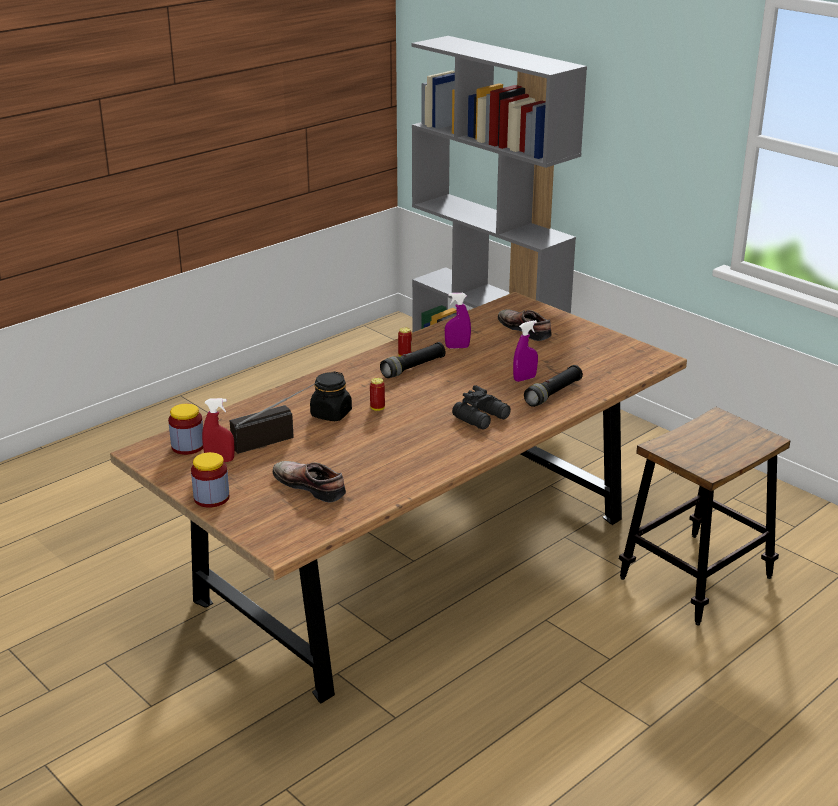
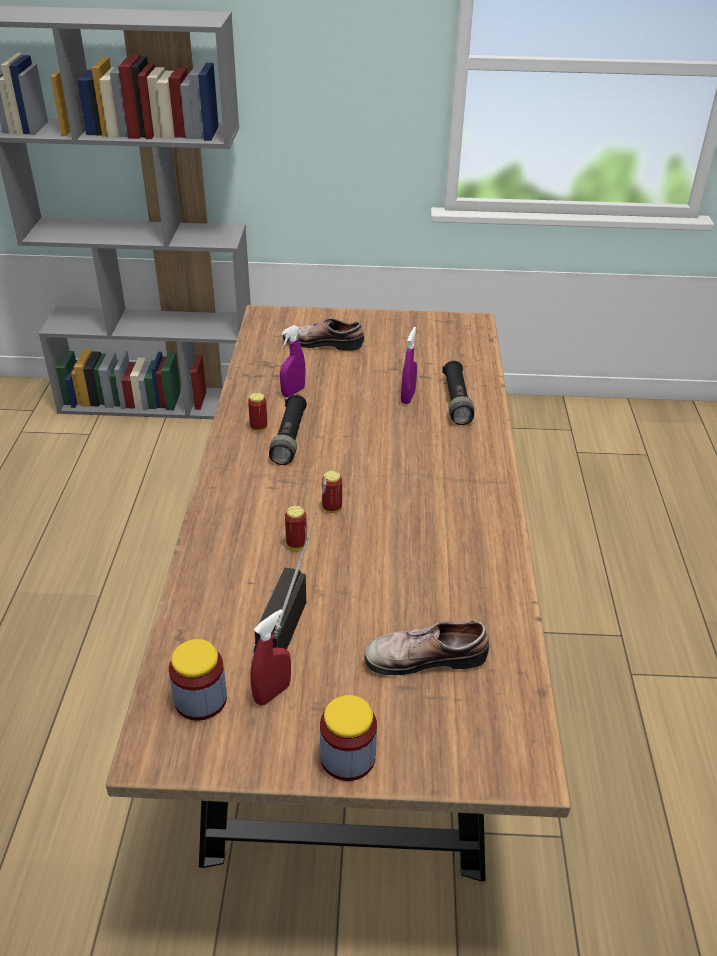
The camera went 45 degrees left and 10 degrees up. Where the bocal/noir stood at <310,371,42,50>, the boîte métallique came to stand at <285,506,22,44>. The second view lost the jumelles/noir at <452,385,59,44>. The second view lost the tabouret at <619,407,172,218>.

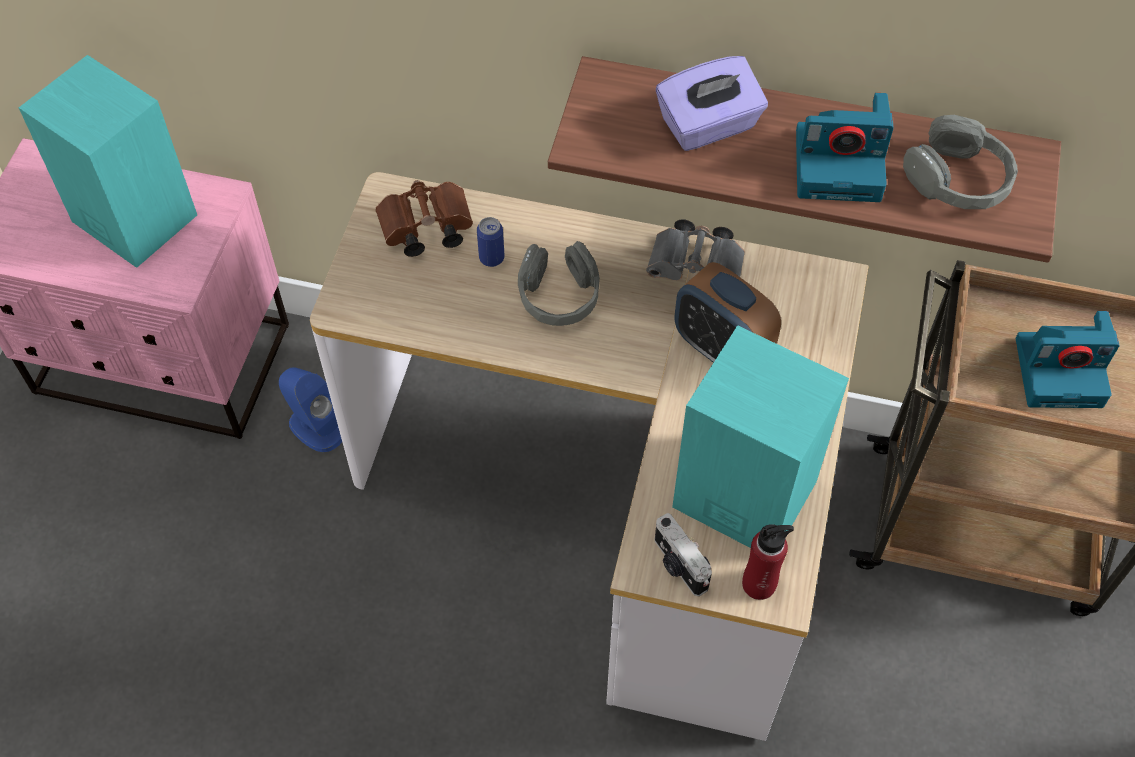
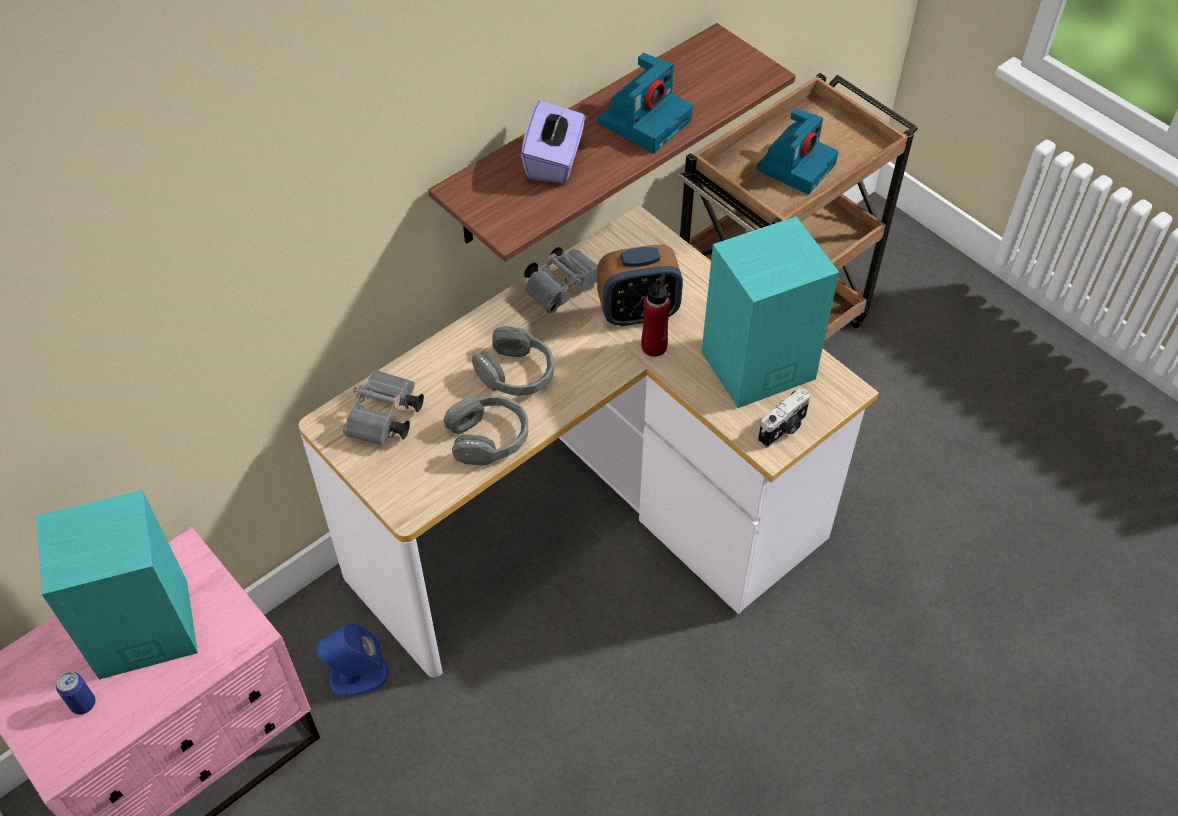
The camera went 55 degrees left and 5 degrees down. The boîte métallique ended up elsewhere, having gone from <477,217,28,50> to <56,672,39,43>. What was the jumelles/marron at <375,180,98,77> turned into the jumelles/gris at <343,370,81,76>. The casque audio/gris ended up elsewhere, having gone from <903,115,115,94> to <443,396,85,70>. The bouteille/rouge ended up elsewhere, having gone from <742,524,52,76> to <641,274,29,83>. The appareil photo at <655,513,57,83> ended up facing another way, 45 degrees counterclockwise from before.

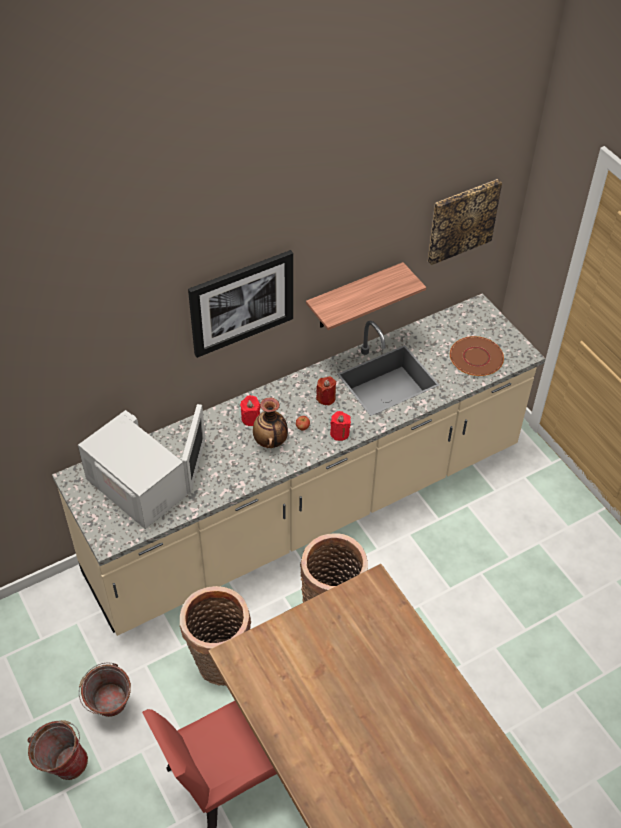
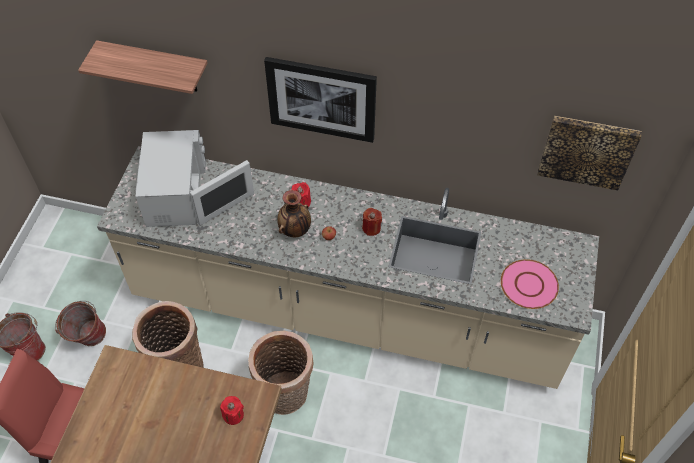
The camera went 45 degrees right and 5 degrees up. The étagère ended up elsewhere, having gone from <306,262,120,68> to <78,40,130,54>. The bougie/rouge ended up elsewhere, having gone from <330,411,21,30> to <220,396,24,29>. What was the assiette/marron at <450,336,54,40> turned into the assiette/rose at <501,259,58,50>.

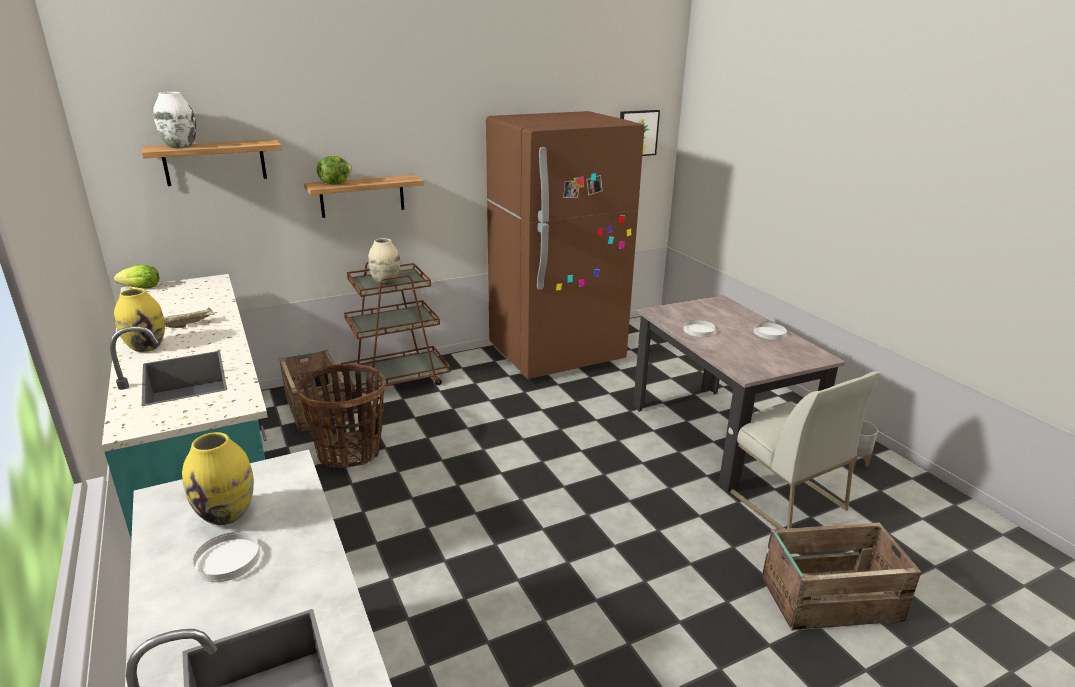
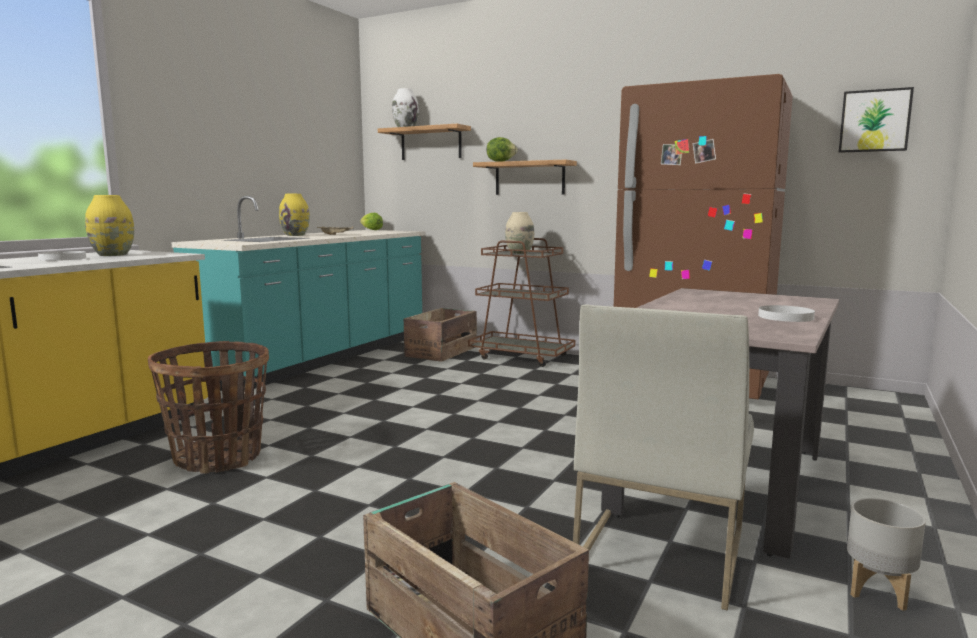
The camera went 55 degrees right and 15 degrees down. The panier ended up elsewhere, having gone from <297,364,88,104> to <148,341,121,133>. The second view lost the assiette/blanc at <684,320,32,17>.

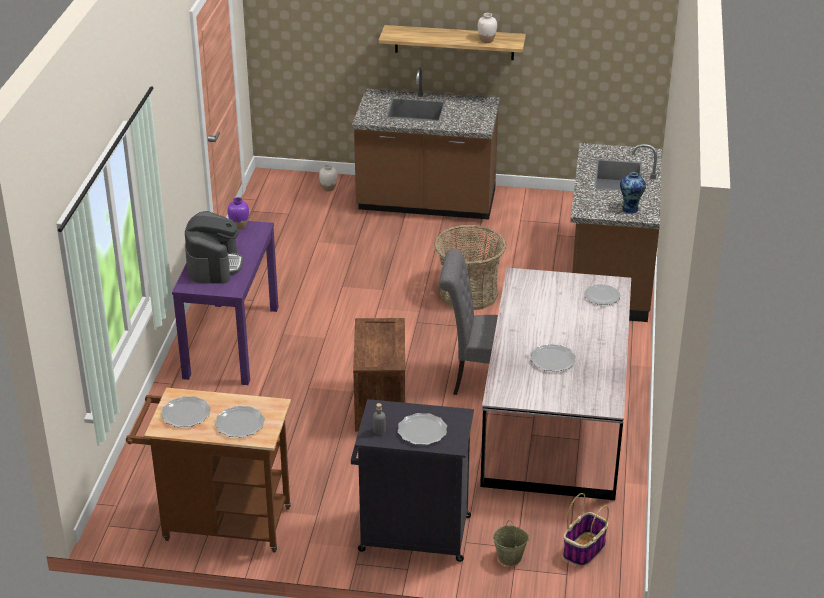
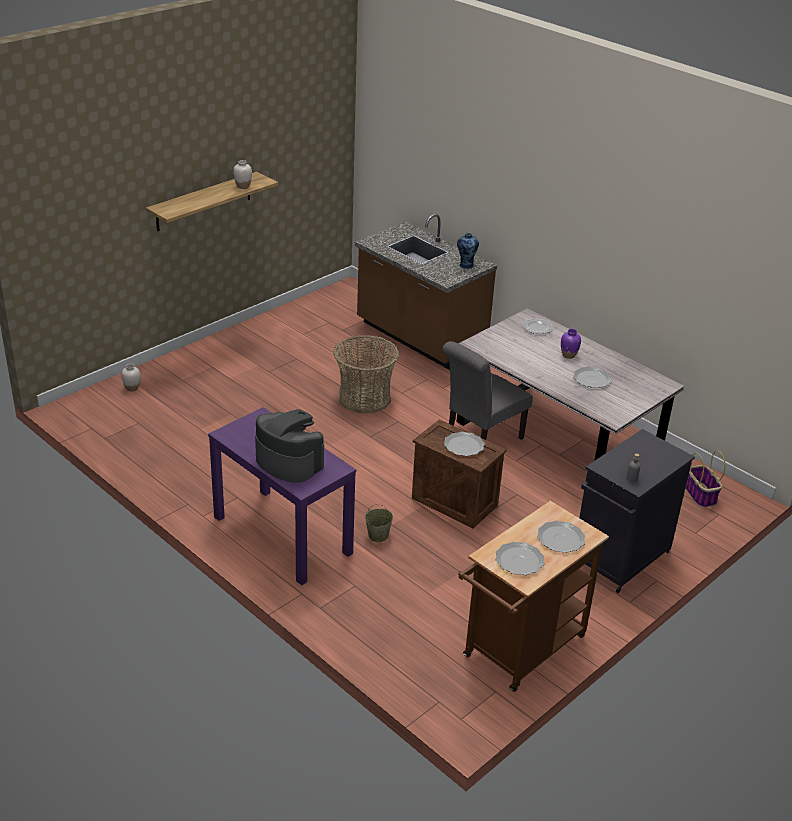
The camera went 55 degrees left and 0 degrees up. The seau/beige ended up elsewhere, having gone from <493,520,36,46> to <365,504,28,38>. The assiette ended up elsewhere, having gone from <398,413,49,32> to <444,432,41,24>. The vase/violet ended up elsewhere, having gone from <227,197,22,33> to <561,329,20,30>. The second view lost the comptoir de cuisine/marron at <352,67,148,153>.

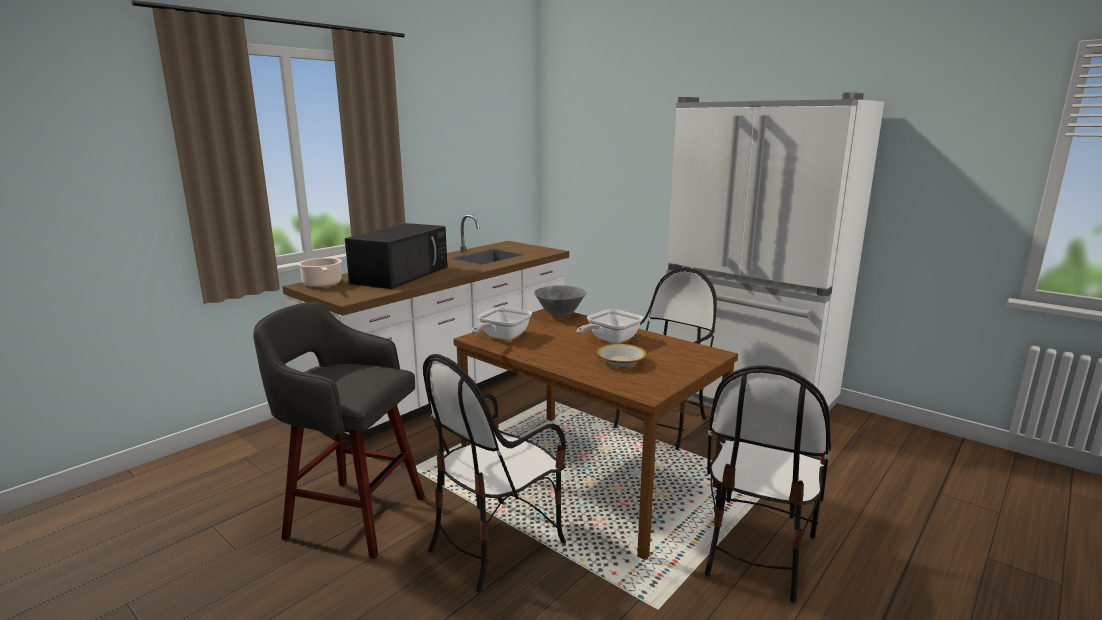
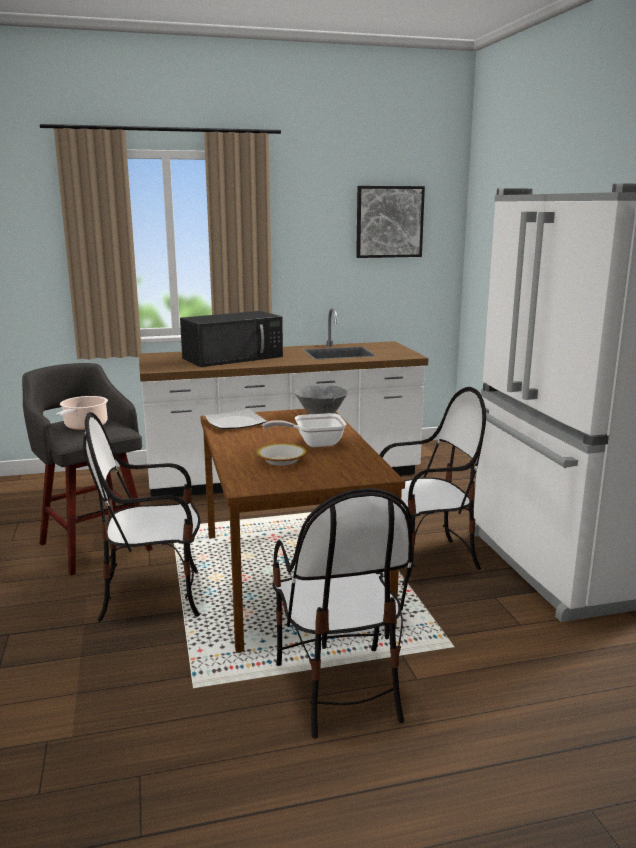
The camera went 35 degrees right and 0 degrees up. The marmite ended up elsewhere, having gone from <298,258,44,29> to <56,396,52,34>. Where the poêle stood at <472,307,60,33>, the assiette came to stand at <205,409,62,20>. The chaise at <705,365,126,238> ended up facing another way, 75 degrees counterclockwise from before. The second view gained the tableau at <356,186,69,72>.

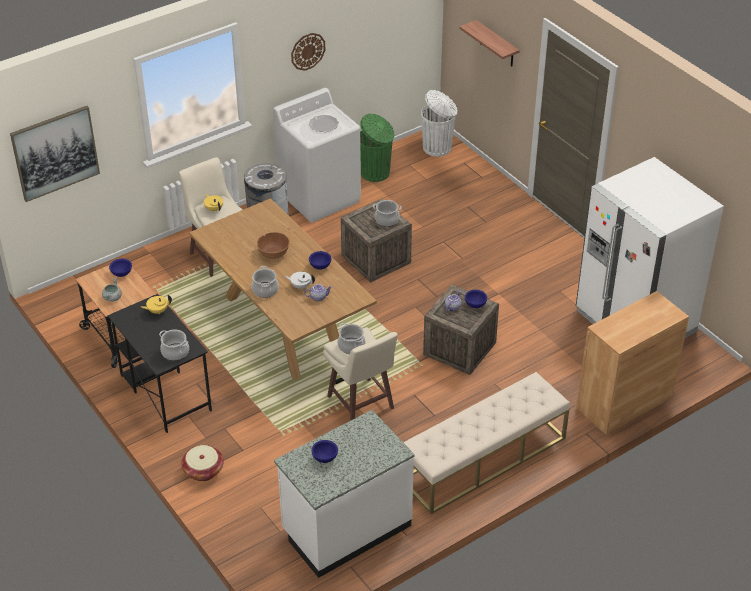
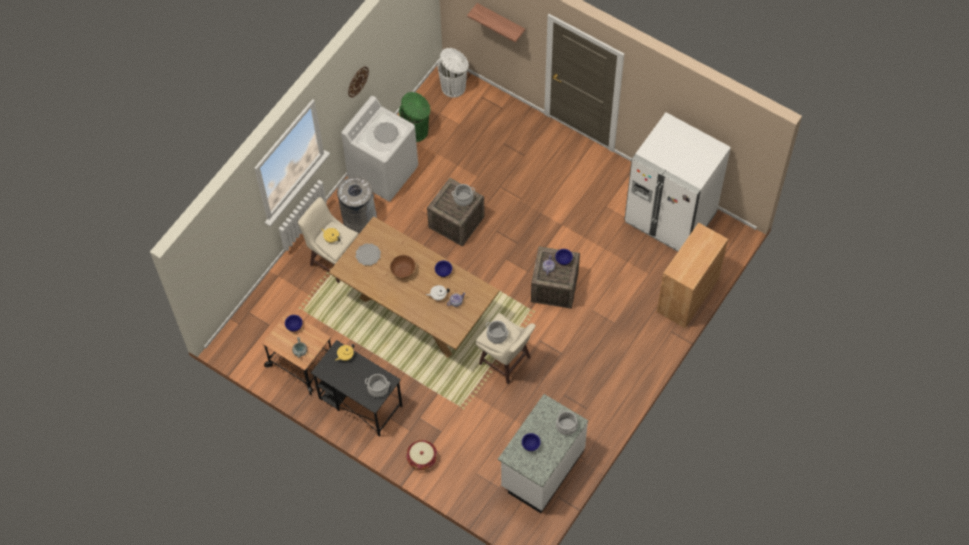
The camera went 20 degrees left and 20 degrees up. The second view gained the assiette at <356,243,25,23>. The marmite ended up elsewhere, having gone from <251,266,28,32> to <556,409,22,26>. The second view lost the tableau at <10,106,90,96>. The second view lost the banc/beige at <403,372,167,142>.

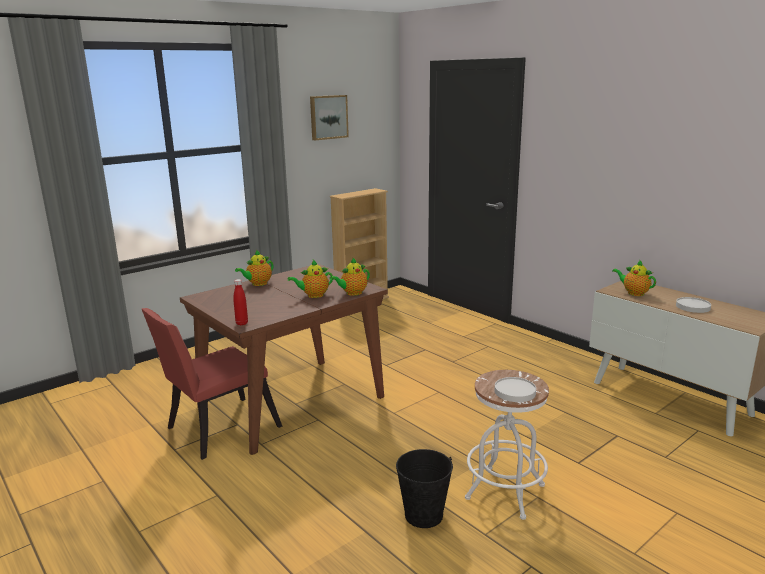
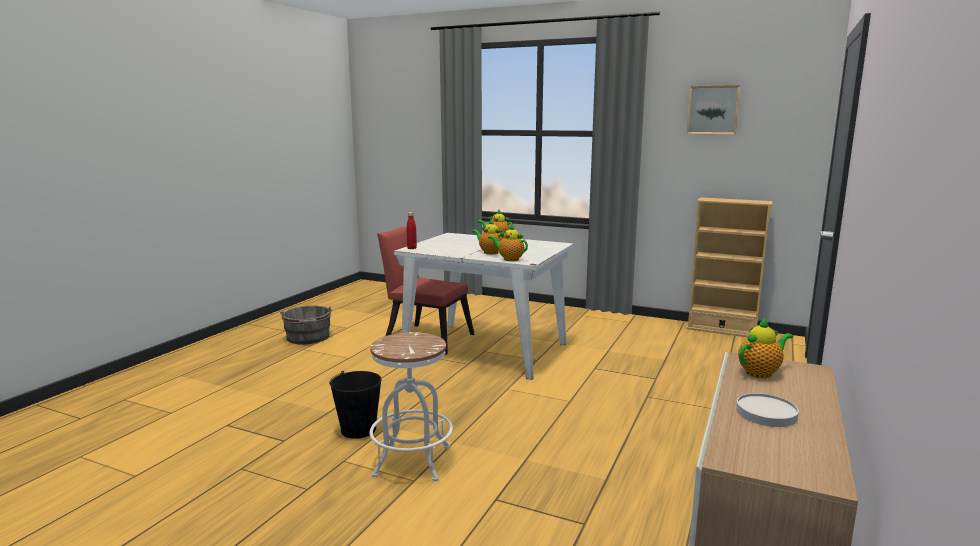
The camera went 65 degrees right and 5 degrees down. The second view gained the seau/gris at <280,306,52,38>. What was the table à manger/marron at <180,264,208,191> turned into the table à manger/blanc at <393,233,180,146>. The théière at <612,260,44,36> ended up facing another way, 45 degrees clockwise from before. The second view lost the assiette/blanc at <494,377,42,25>.

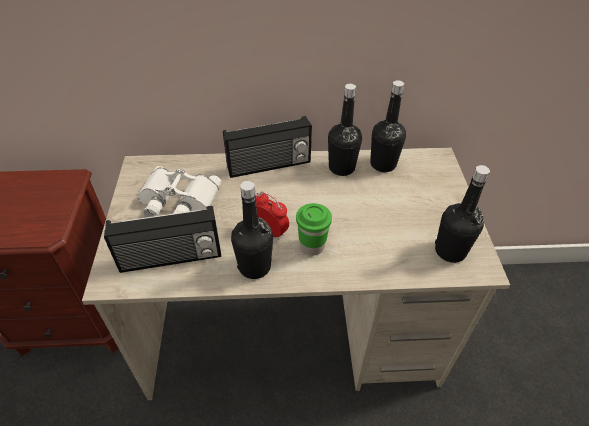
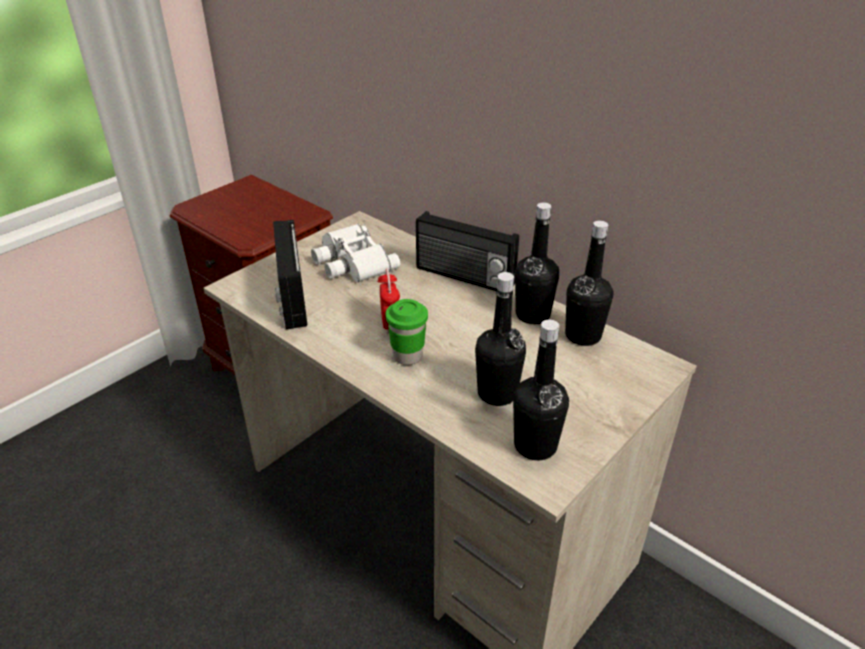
The camera went 45 degrees right and 10 degrees down. The radio at <104,206,117,67> ended up facing another way, 45 degrees clockwise from before. The bouteille/noir ended up elsewhere, having gone from <231,181,42,98> to <475,272,51,134>.

